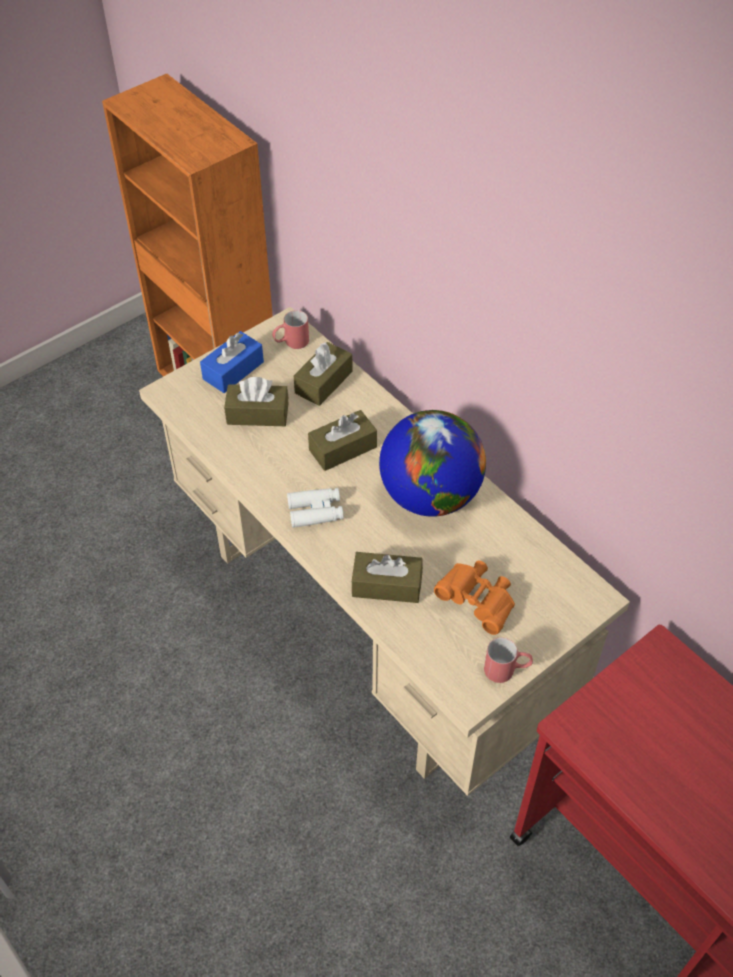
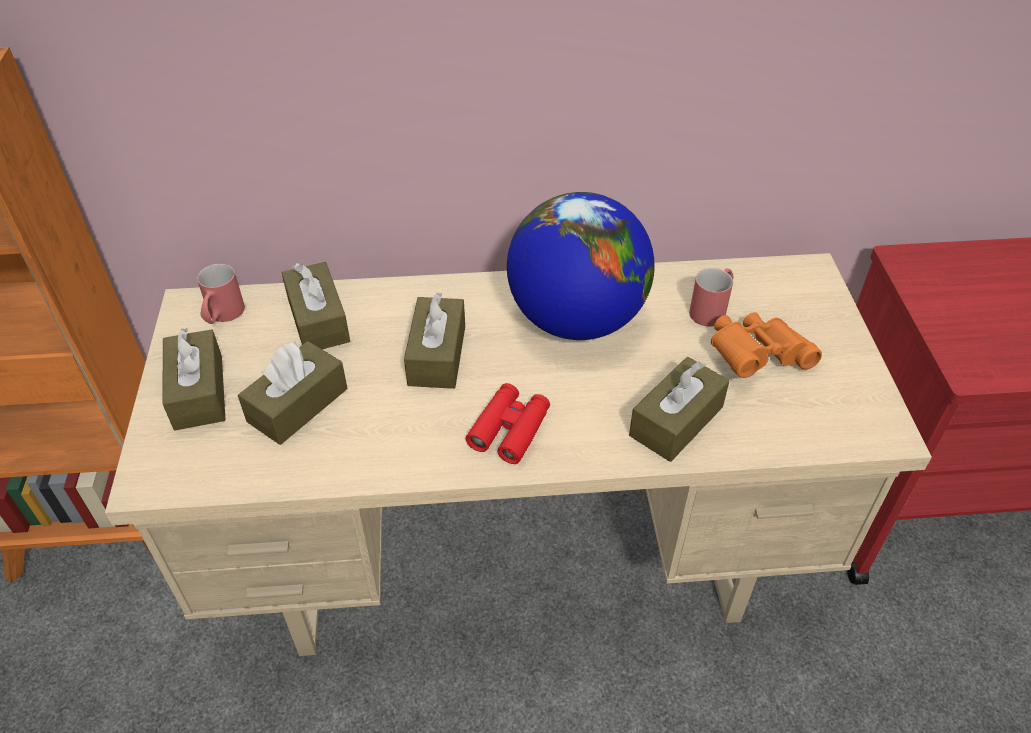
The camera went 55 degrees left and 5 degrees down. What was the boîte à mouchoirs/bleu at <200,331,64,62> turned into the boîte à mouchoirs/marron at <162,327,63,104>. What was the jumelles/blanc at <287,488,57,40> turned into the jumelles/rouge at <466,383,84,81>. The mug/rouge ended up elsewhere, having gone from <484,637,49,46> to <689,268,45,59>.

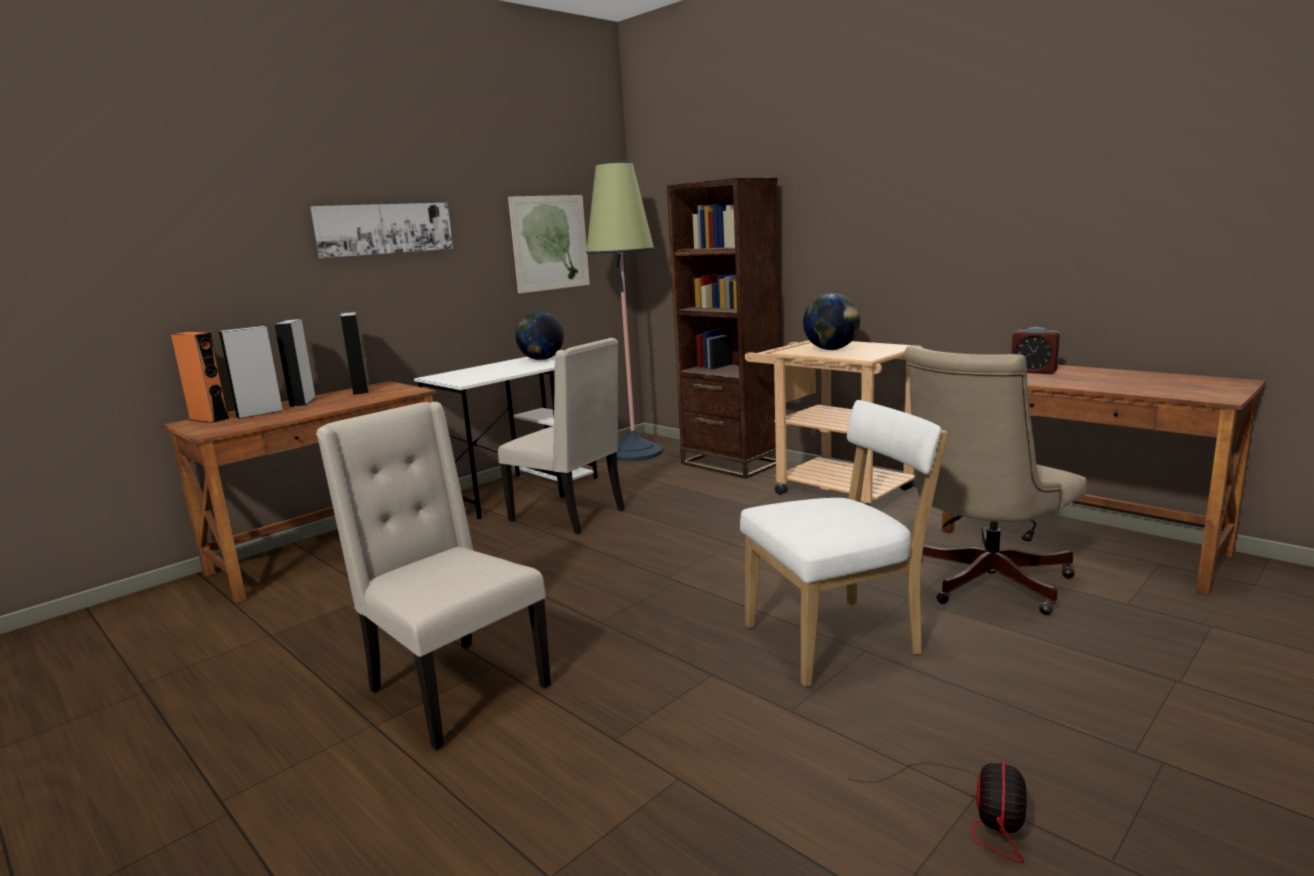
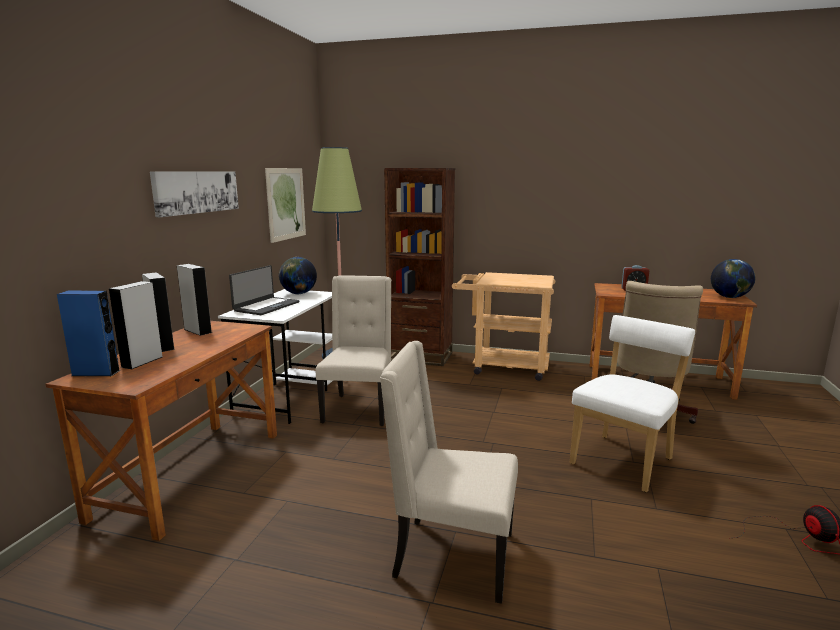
The camera went 30 degrees left and 0 degrees up. What was the enceinte/orange at <171,332,58,91> turned into the enceinte/bleu at <57,291,63,85>. The second view gained the ordinateur portable at <229,265,71,50>. The chaise/beige at <498,338,127,196> ended up facing another way, 90 degrees counterclockwise from before. The globe ended up elsewhere, having gone from <803,293,57,57> to <711,259,45,39>.

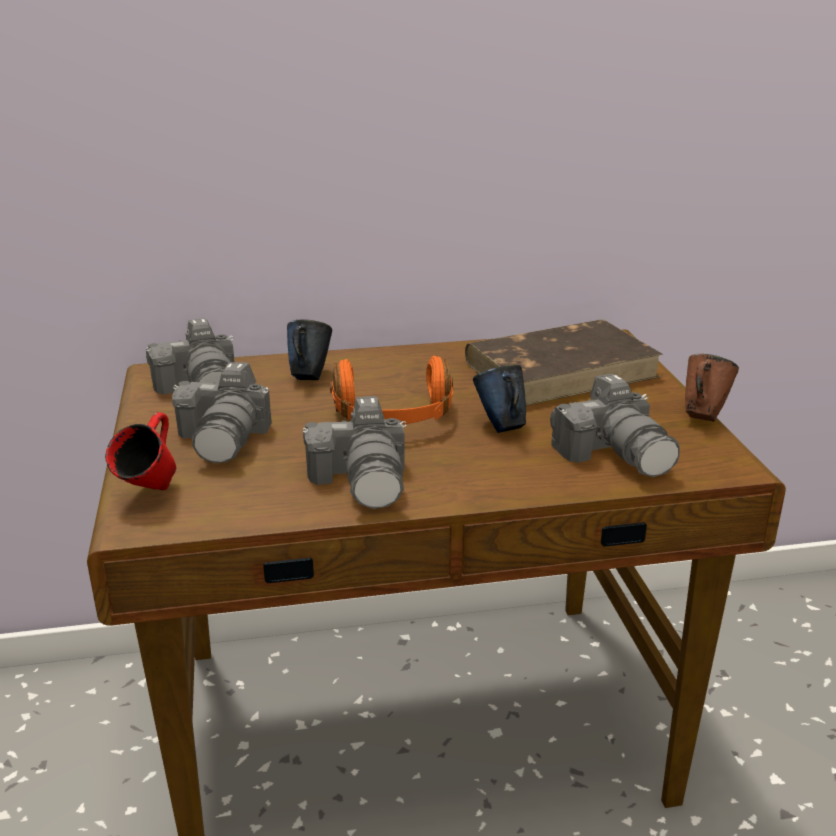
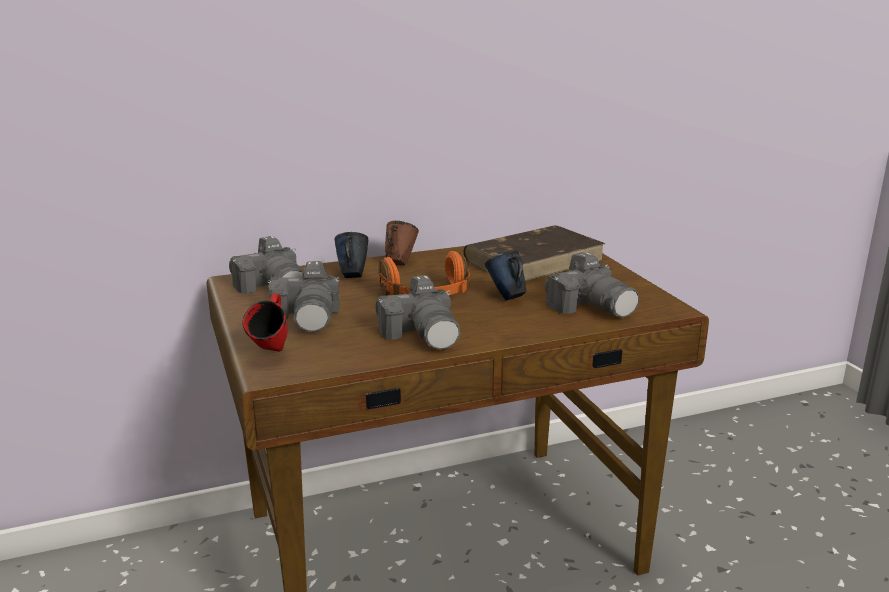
The camera went 10 degrees left and 5 degrees down. The mug/marron ended up elsewhere, having gone from <685,354,54,68> to <385,221,34,44>.

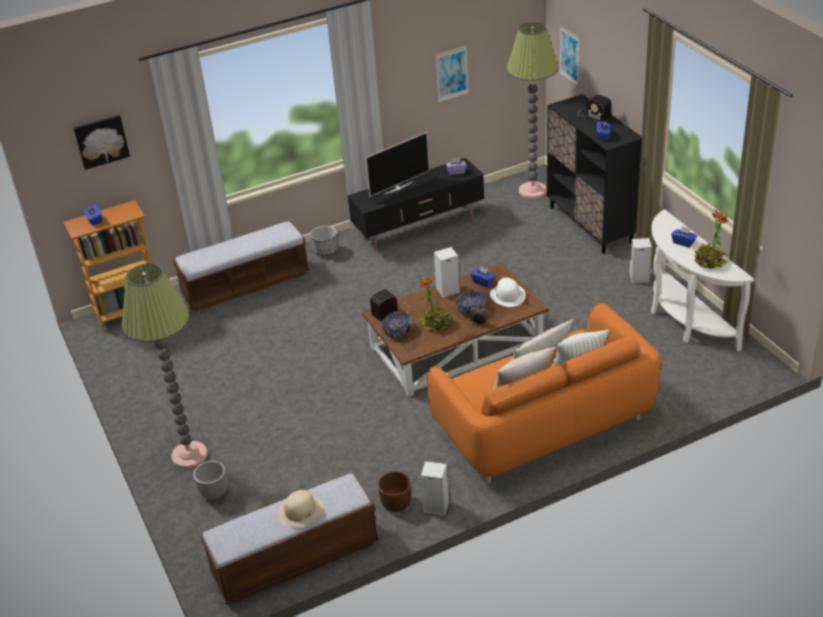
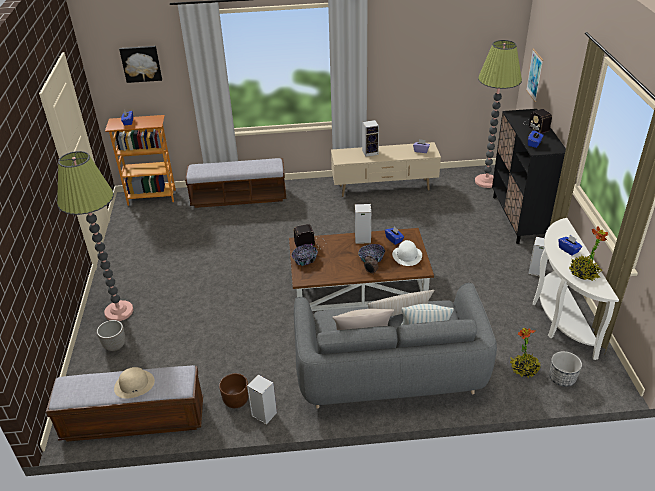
The camera went 20 degrees right and 0 degrees up. What was the canapé/orange at <427,303,234,180> turned into the canapé/gris at <294,283,203,126>. What was the meuble télé/noir at <348,158,136,93> turned into the meuble télé/beige at <331,142,110,55>. Where the téléviseur stood at <365,132,65,65>, the enceinte came to stand at <362,120,17,37>. The plante en pot ended up elsewhere, having gone from <418,276,33,55> to <510,328,31,50>. The cache-pot ended up elsewhere, having gone from <310,226,27,30> to <549,351,33,36>. The second view lost the tableau at <436,46,33,56>.

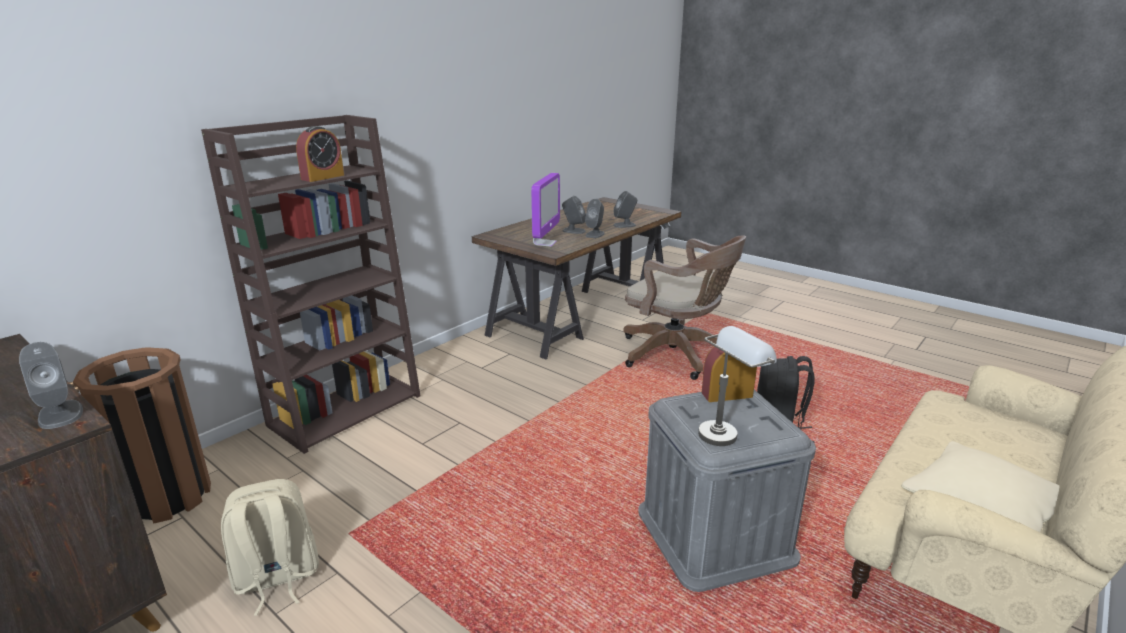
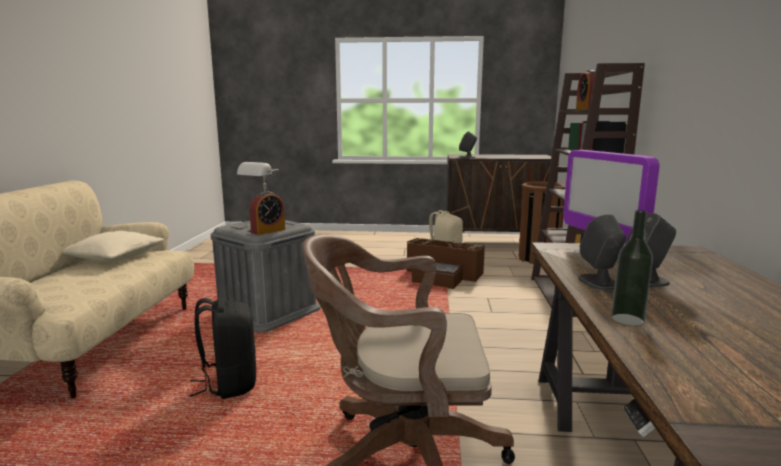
The camera went 145 degrees right and 10 degrees down. The second view gained the boîte de rangement/marron at <407,238,78,51>. Where the enceinte/gris stood at <613,191,24,37>, the bouteille came to stand at <611,210,42,116>.

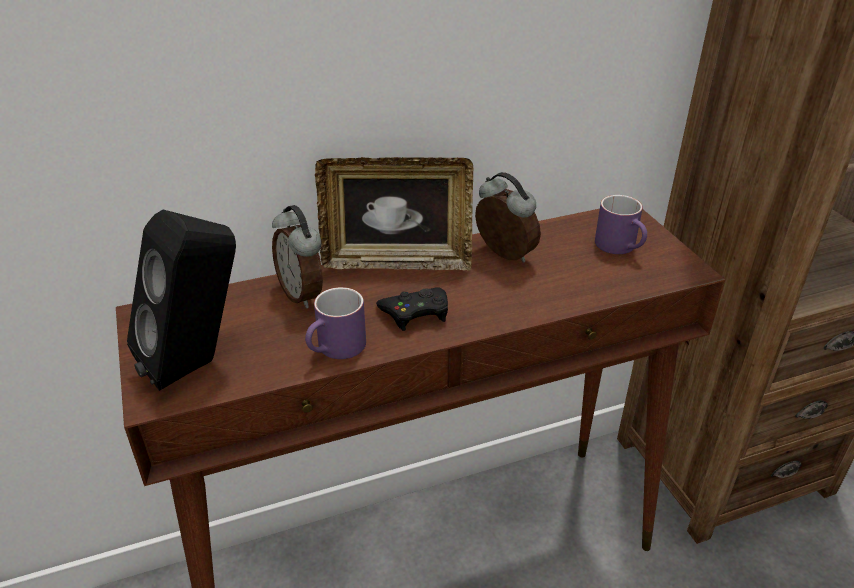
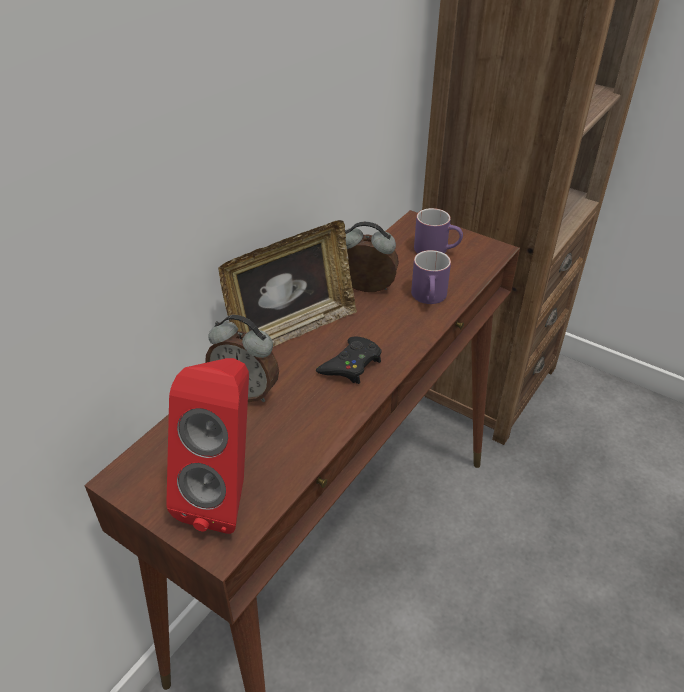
The camera went 35 degrees left and 5 degrees up. What was the enceinte/noir at <127,210,109,181> turned into the enceinte/rouge at <166,358,83,176>. The mug/violet ended up elsewhere, having gone from <305,287,61,72> to <411,250,40,54>.

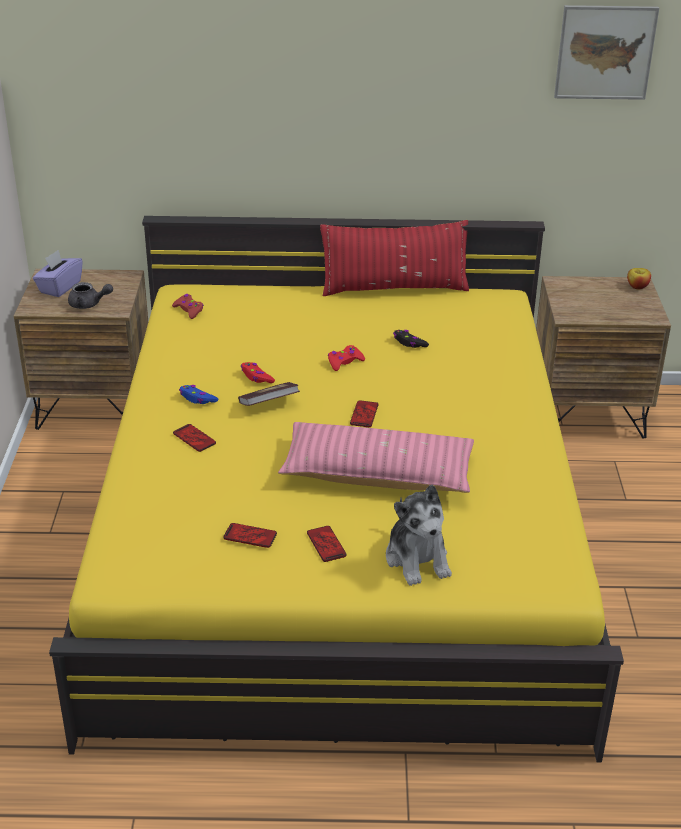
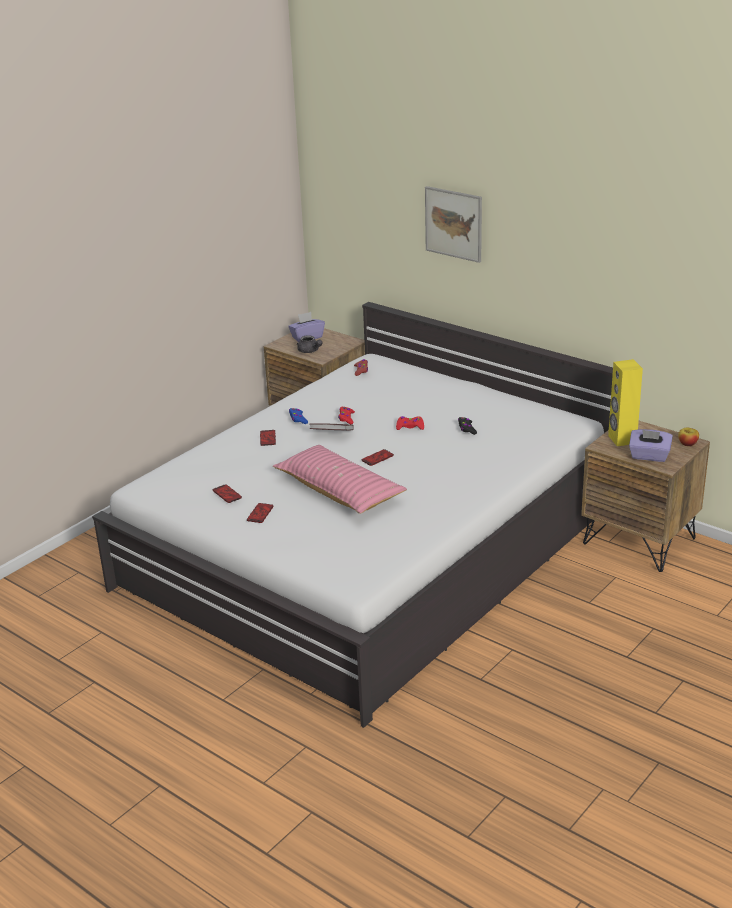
The camera went 40 degrees right and 5 degrees down. What was the lit/jaune at <49,216,575,547> turned into the lit/blanc at <92,302,521,426>. The tableau ended up elsewhere, having gone from <554,5,105,95> to <425,186,57,77>. The second view gained the enceinte/jaune at <608,359,35,87>. The second view gained the boîte à mouchoirs/violet at <629,429,44,33>. The second view lost the coussin/rouge at <320,220,149,76>. The second view lost the peluche at <386,484,66,102>.

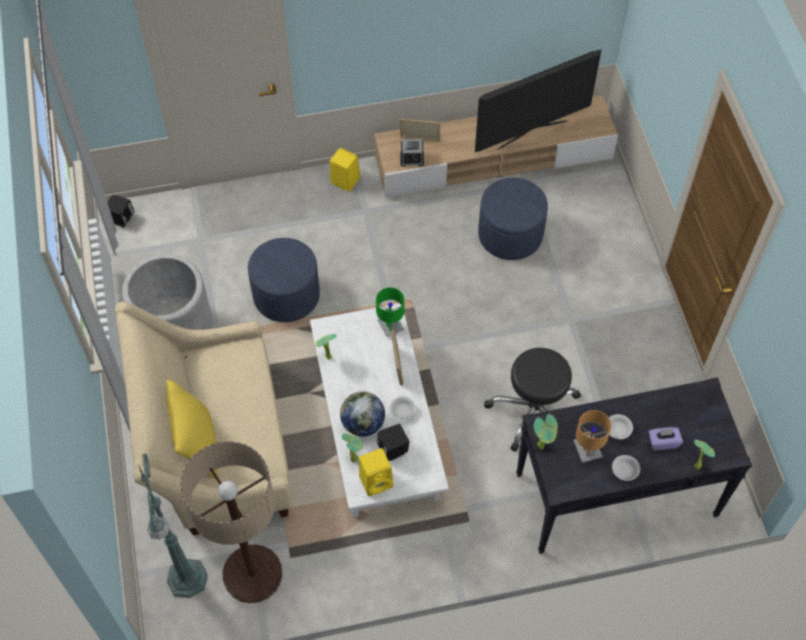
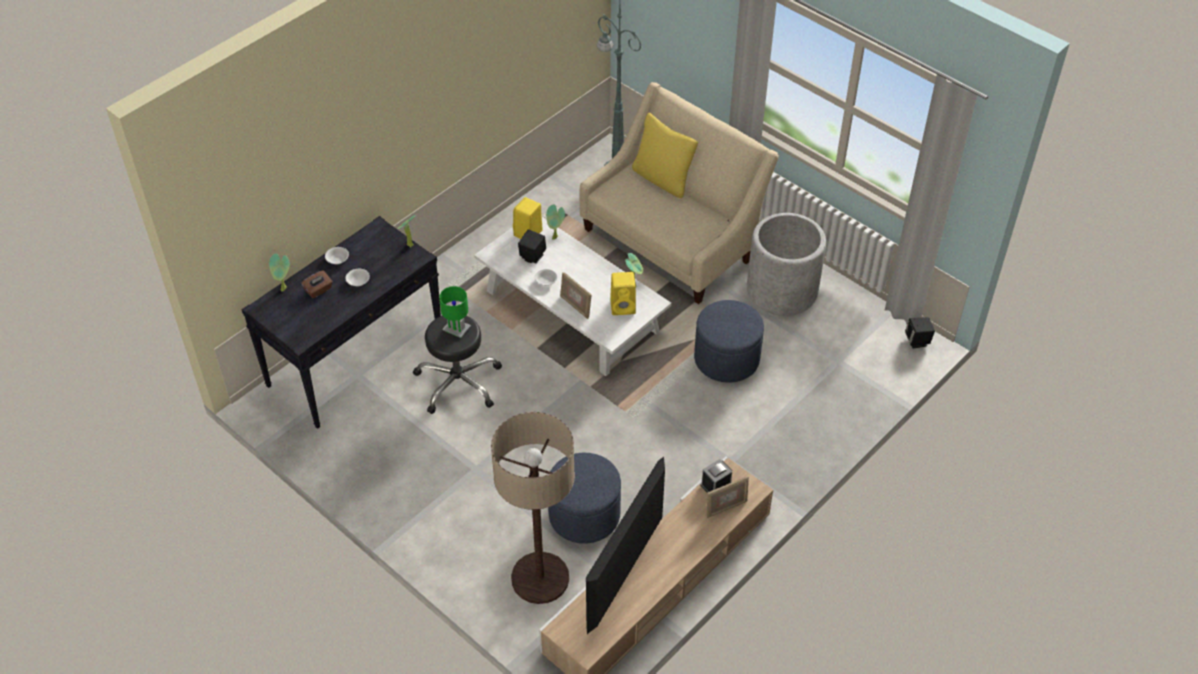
The camera went 145 degrees right and 10 degrees down. What was the boîte à mouchoirs/violet at <648,427,35,23> turned into the boîte à mouchoirs/marron at <301,270,32,28>. The lampe de table/vert ended up elsewhere, having gone from <376,287,29,50> to <439,286,32,52>. The lampadaire ended up elsewhere, having gone from <181,441,101,162> to <491,412,84,192>. The enceinte/jaune ended up elsewhere, having gone from <330,148,30,44> to <610,272,26,43>. The second view lost the globe at <340,391,45,46>. The second view lost the lampe de table/marron at <573,410,38,53>.

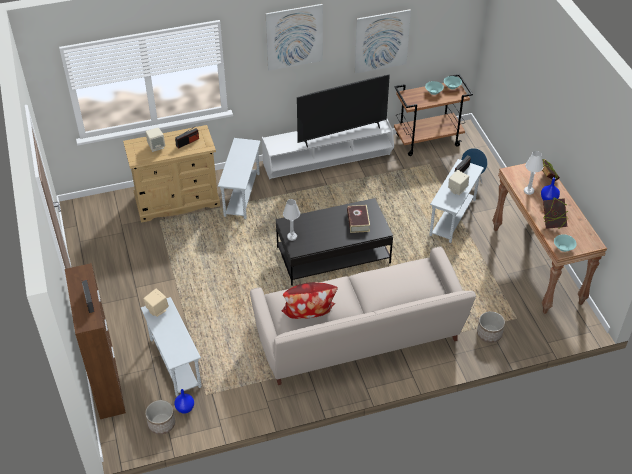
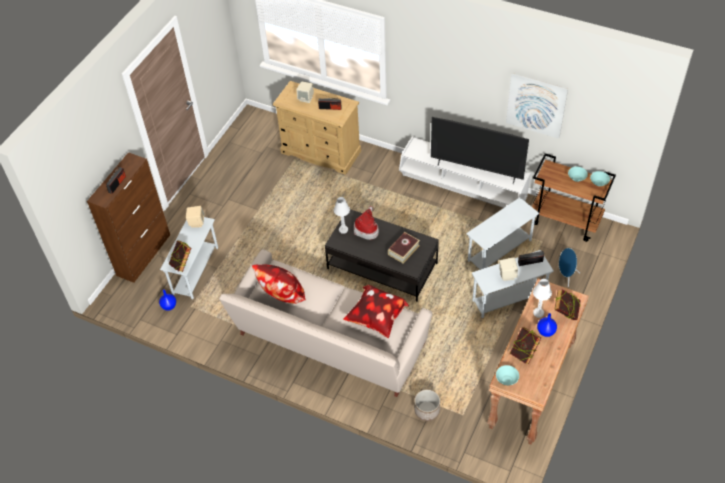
The camera went 45 degrees right and 5 degrees up. The second view gained the livre at <169,240,22,32>. The second view gained the coussin at <343,285,66,53>. The second view gained the chapeau at <353,206,26,34>. The table d'appoint/blanc ended up elsewhere, having gone from <218,138,43,81> to <466,197,73,73>. The second view lost the cache-pot at <145,400,30,34>. The second view lost the tableau at <266,4,57,67>.

